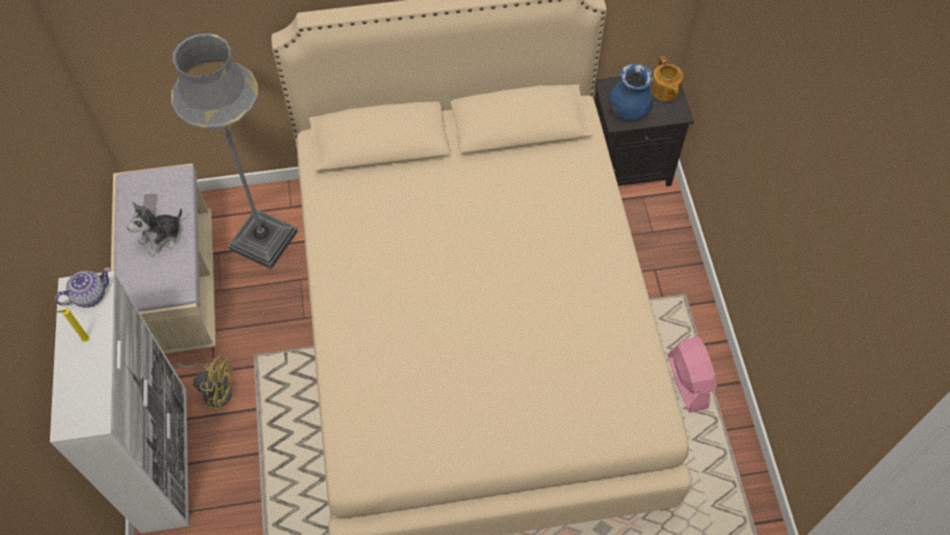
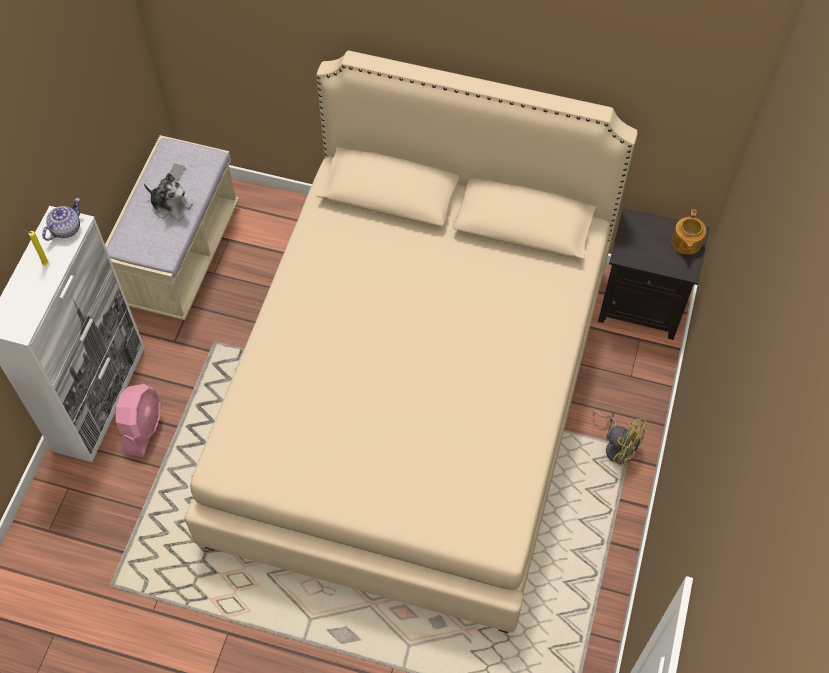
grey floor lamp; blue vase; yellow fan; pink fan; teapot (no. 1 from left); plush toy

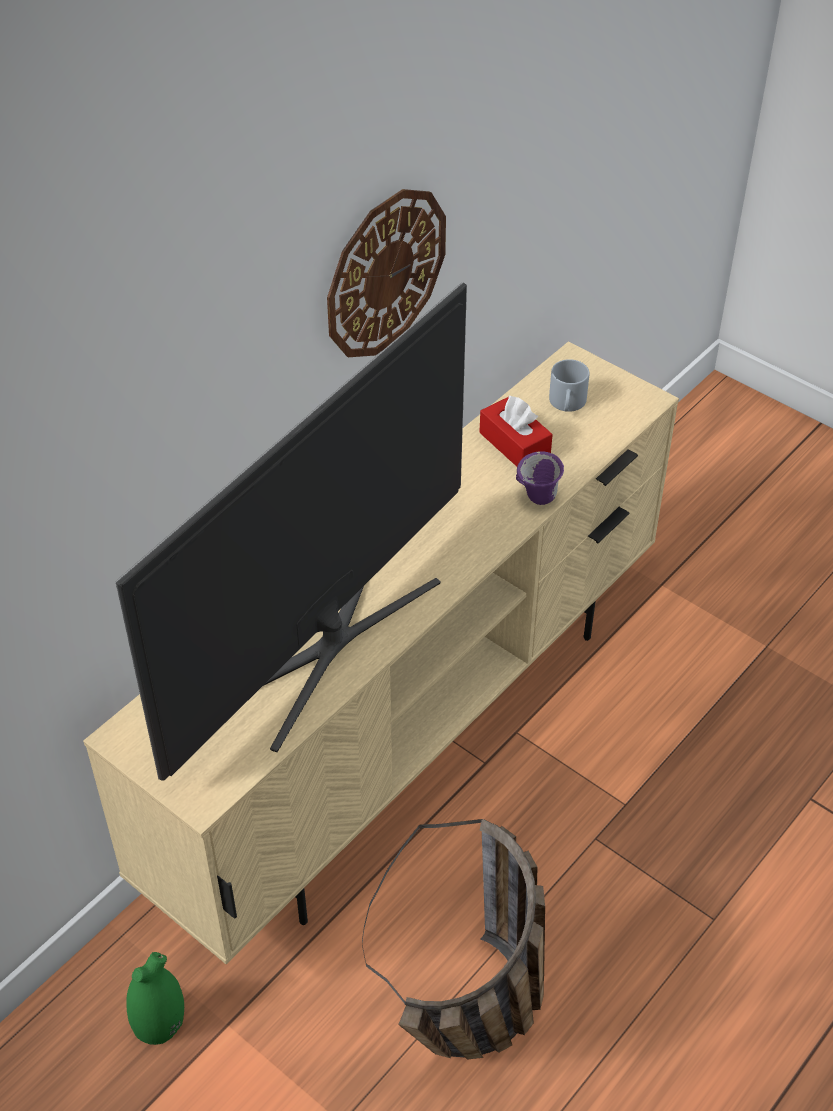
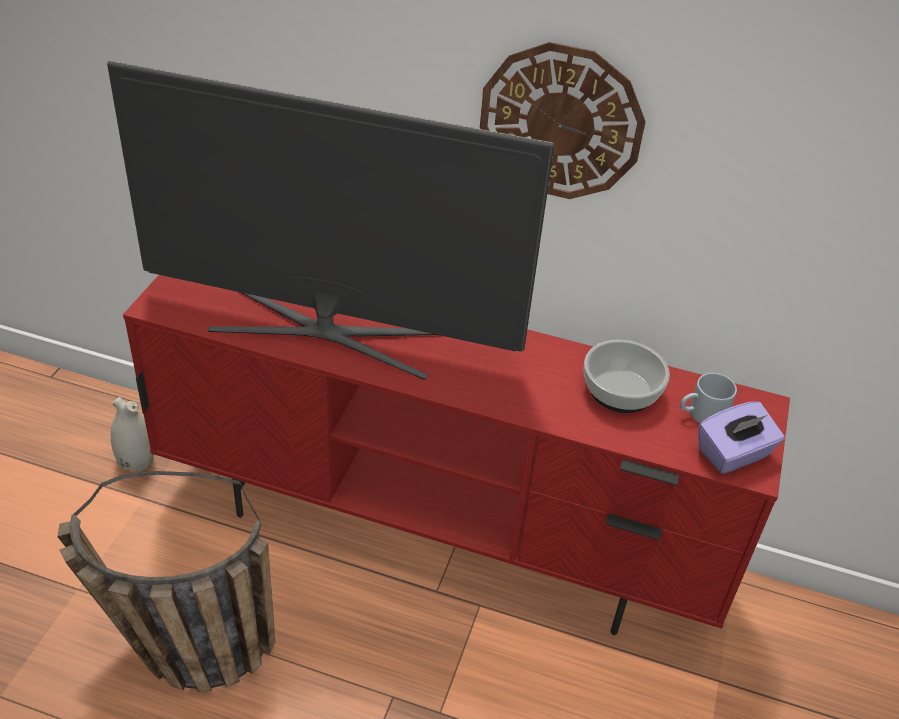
purple mug; purple tissue box; bowl; red tv stand; white vase

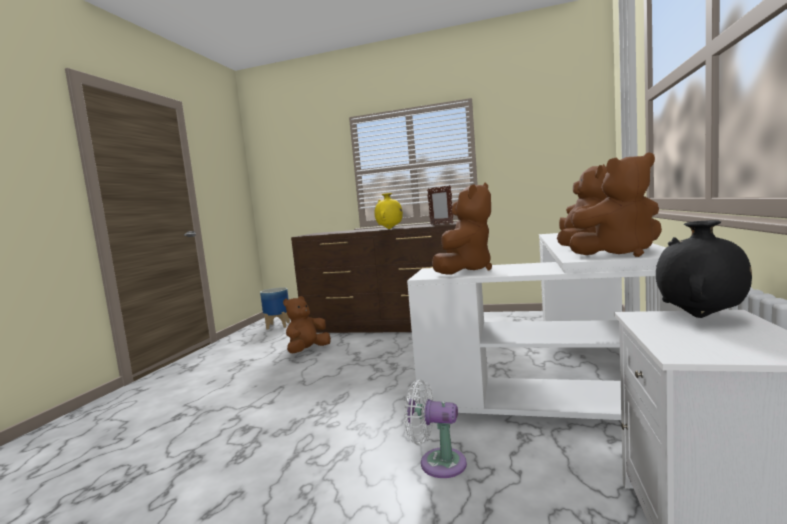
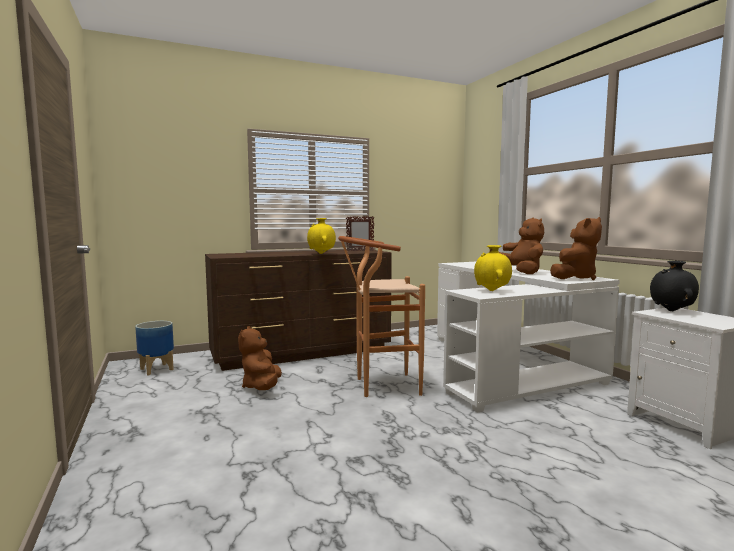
white fan; brown stool; yellow vase (no. 2 from left)

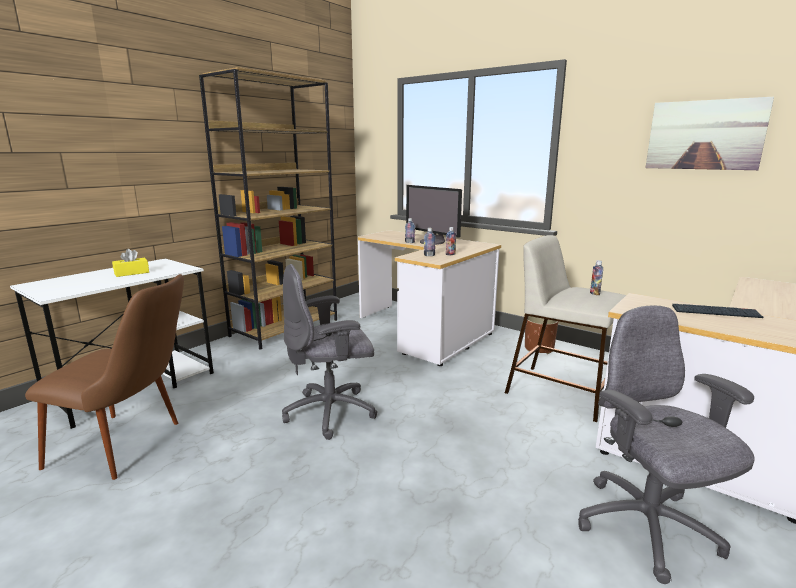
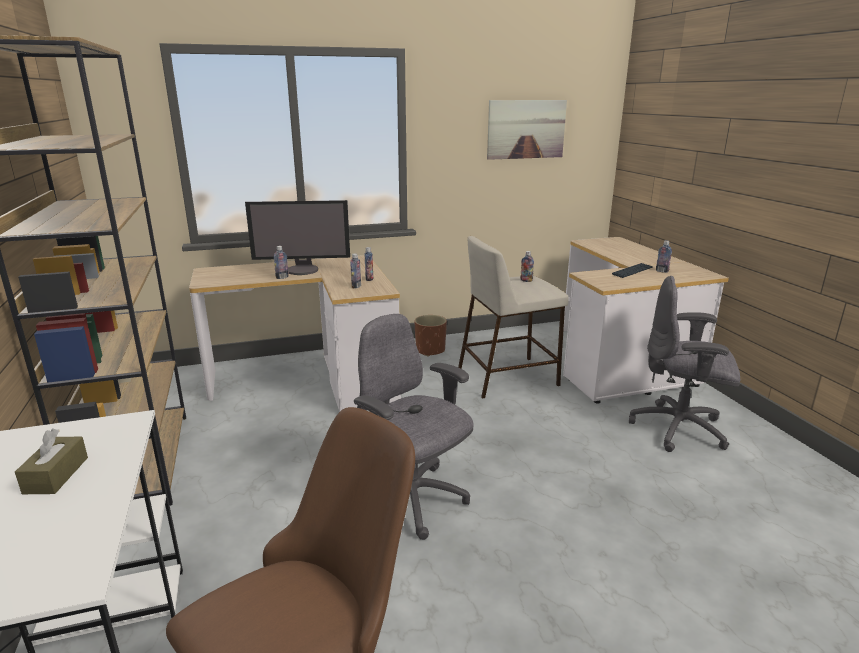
bottle (no. 5 from left); brown tissue box; grey office chair (no. 1 from left)

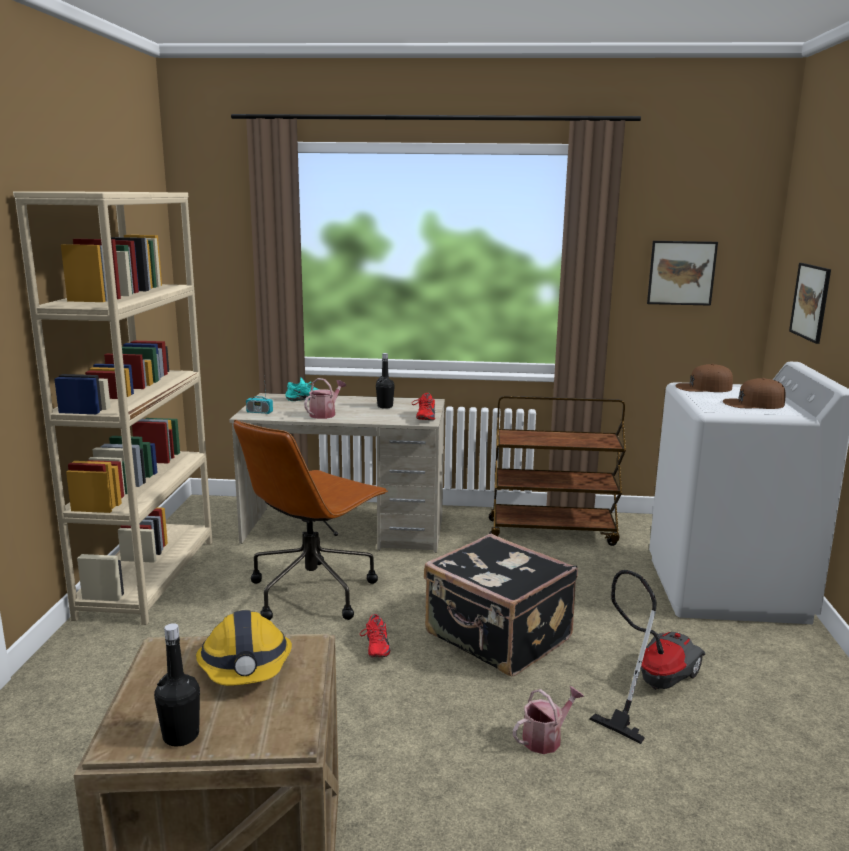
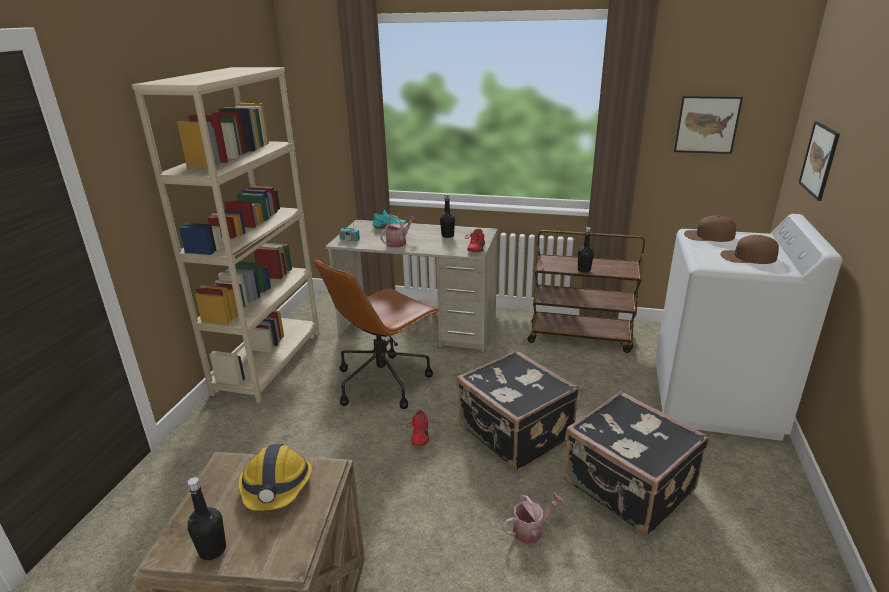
black bottle (no. 3 from left); black suitcase (no. 2 from left)

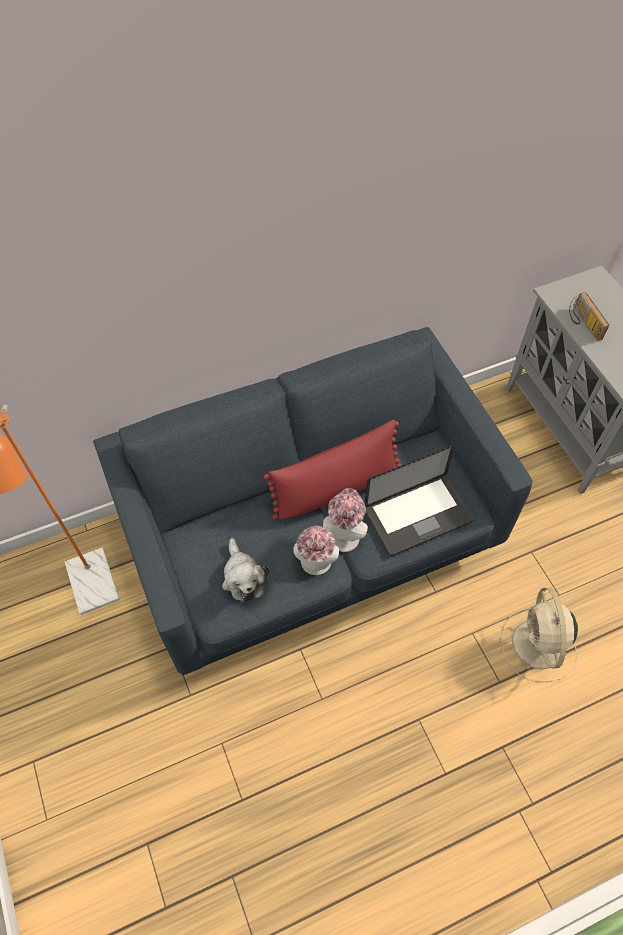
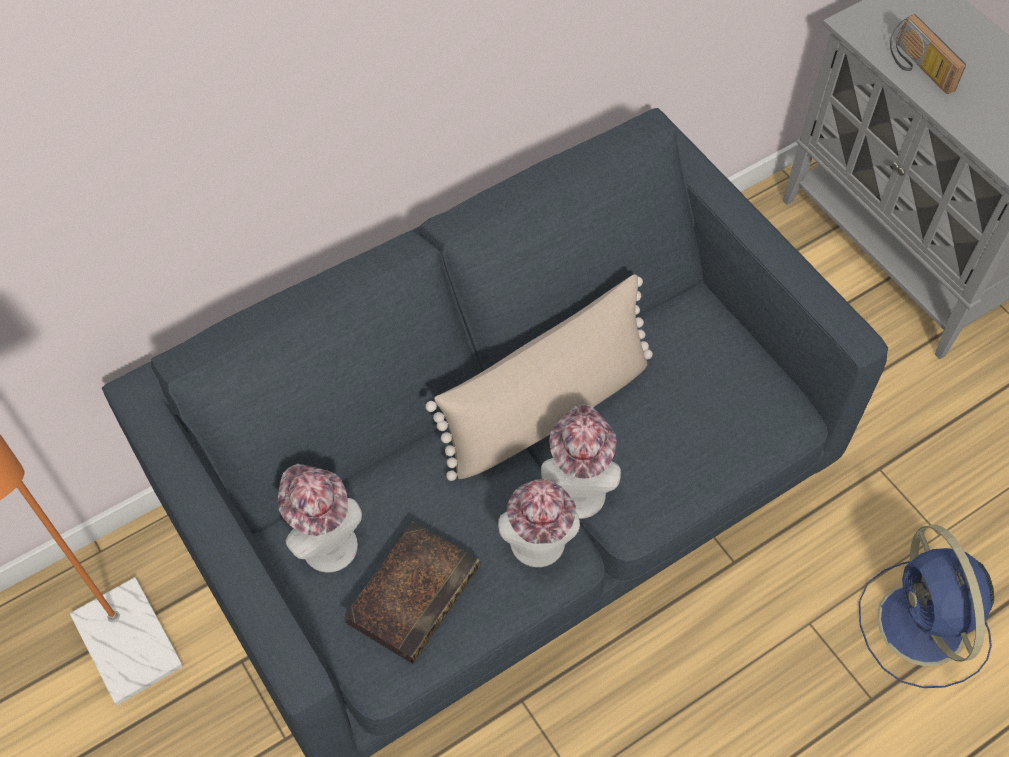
laptop; hat (no. 1 from left); book; beige pillow; blue fan

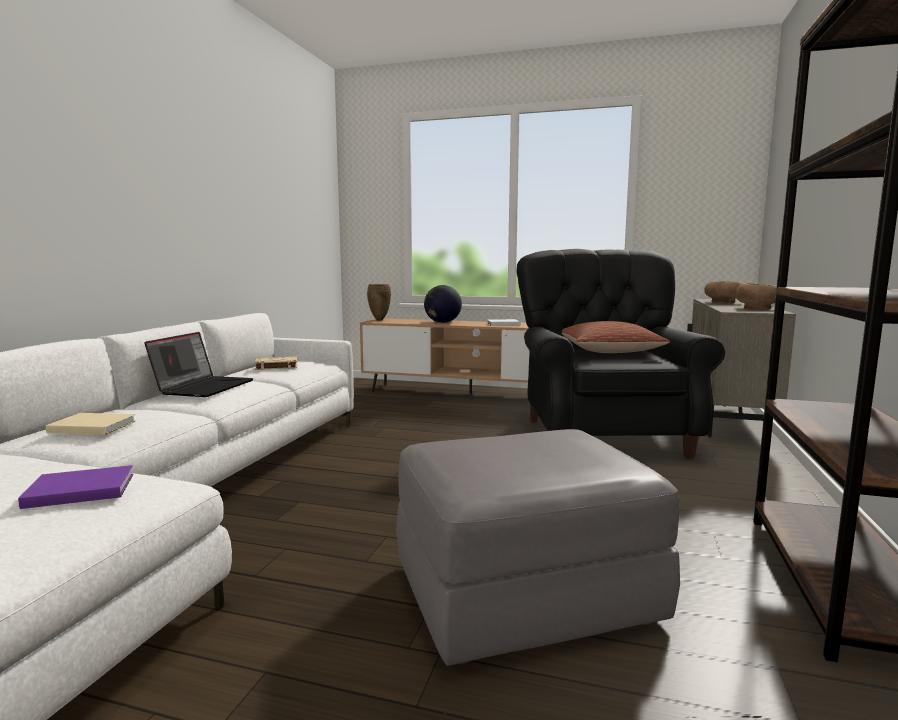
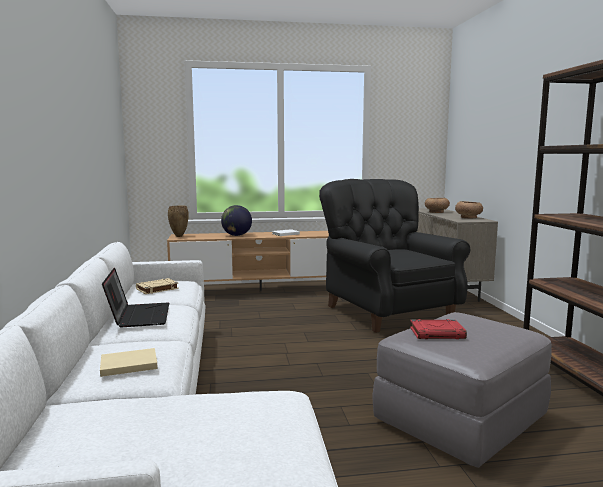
purple book; pillow; red book

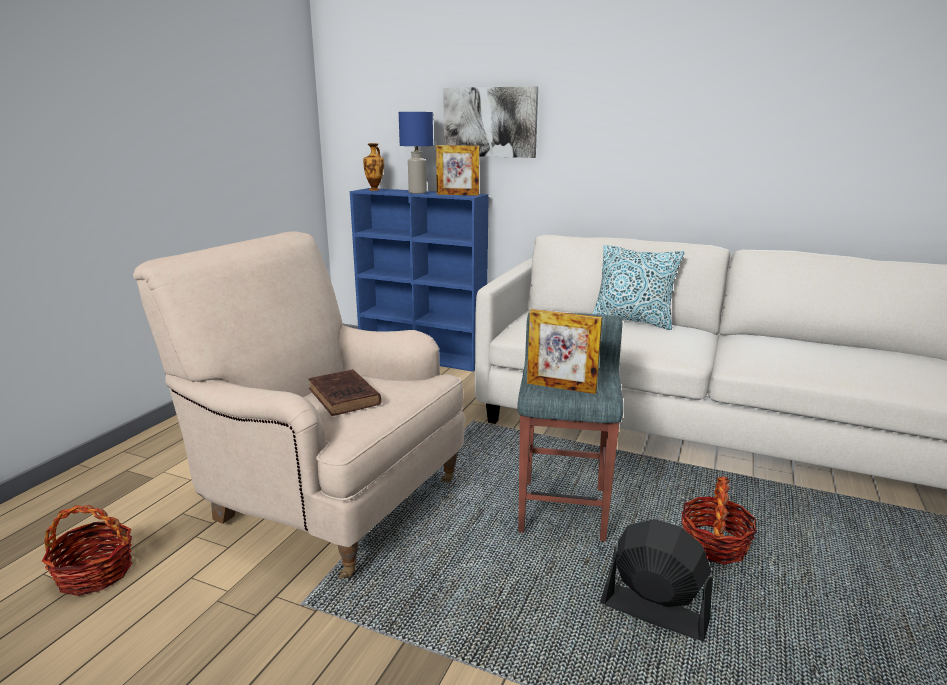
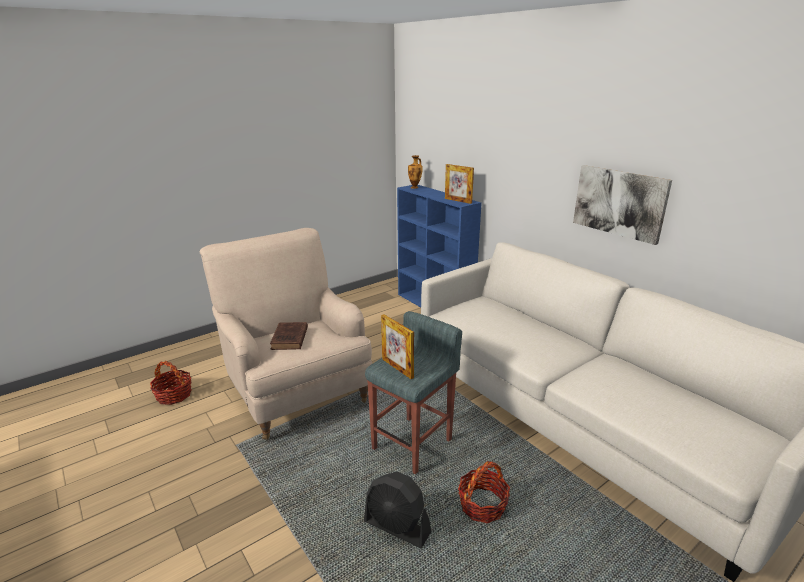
blue table lamp; pillow; picture; black fan

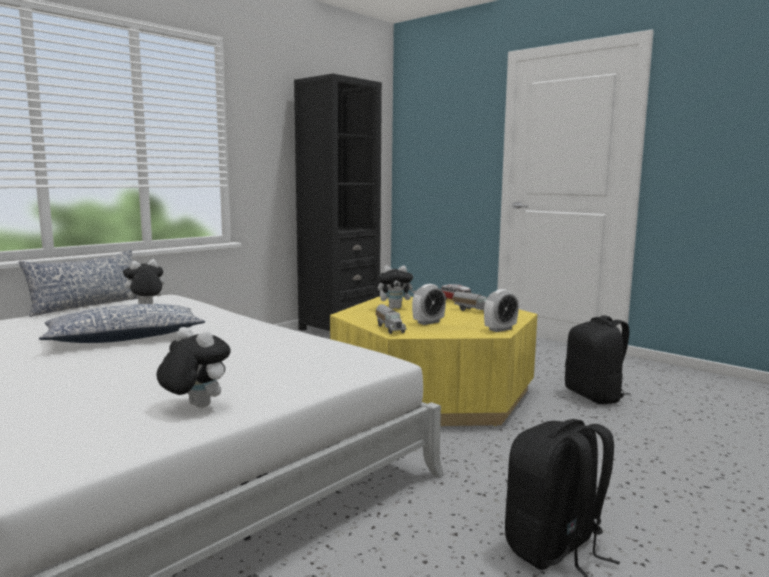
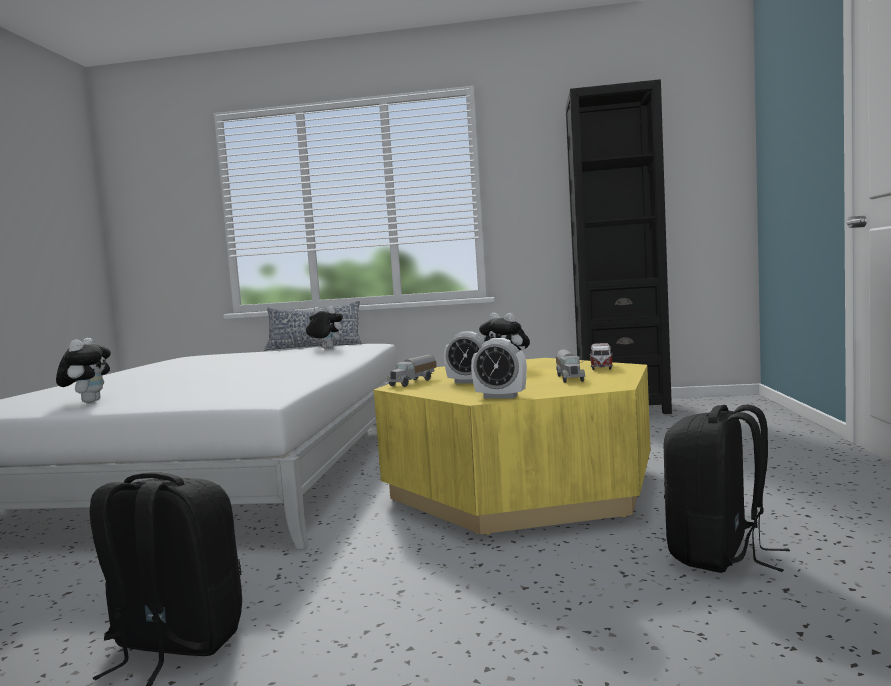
pillow (no. 2 from left in the first image)

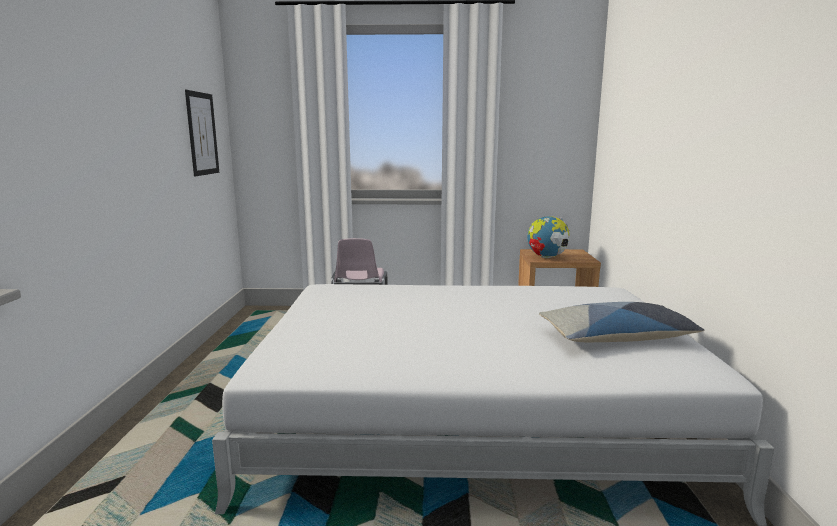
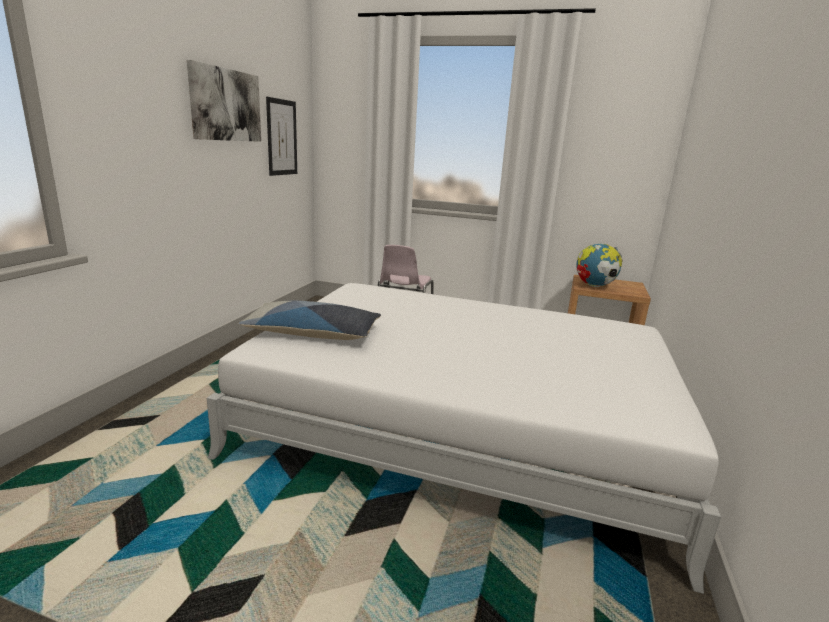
picture (no. 1 from left); pillow

